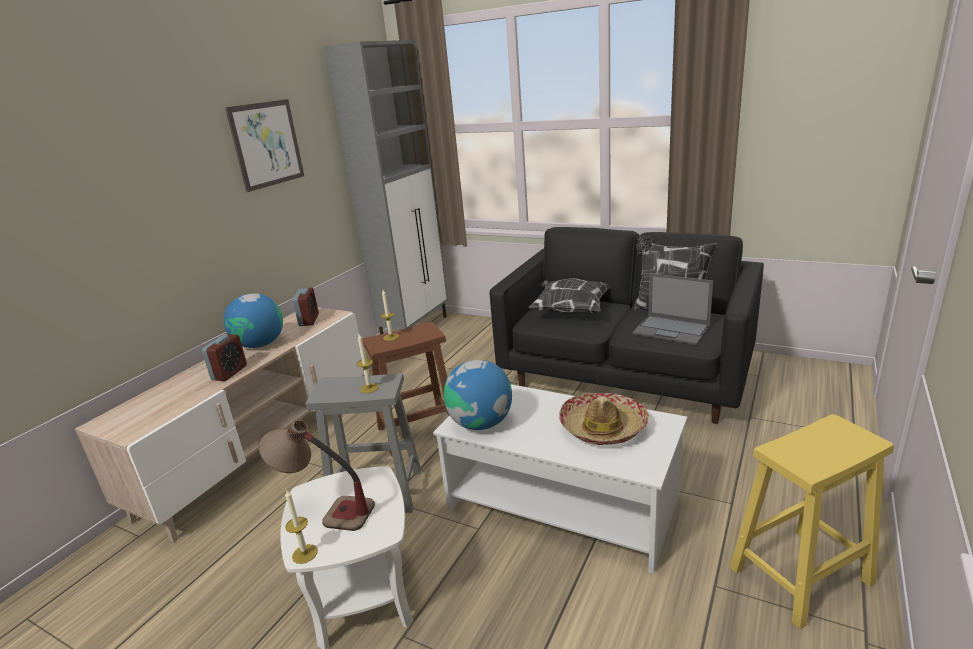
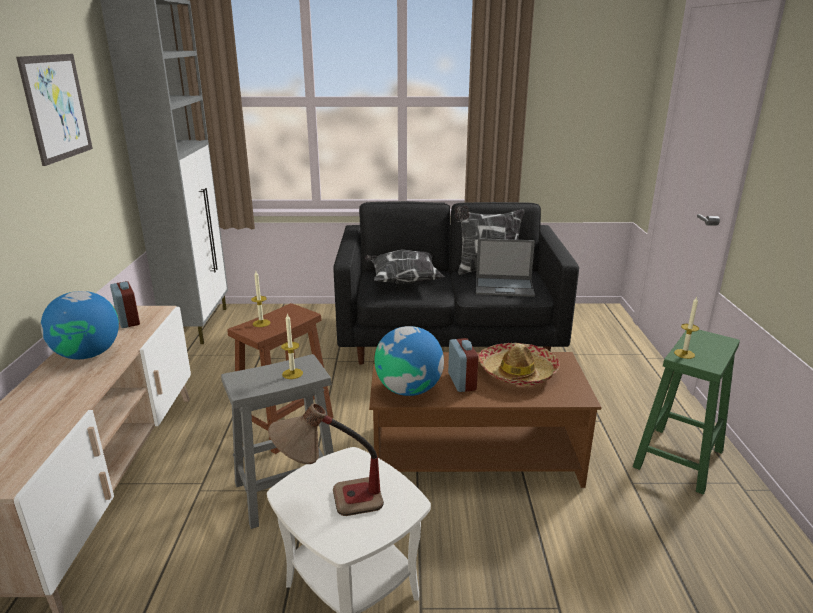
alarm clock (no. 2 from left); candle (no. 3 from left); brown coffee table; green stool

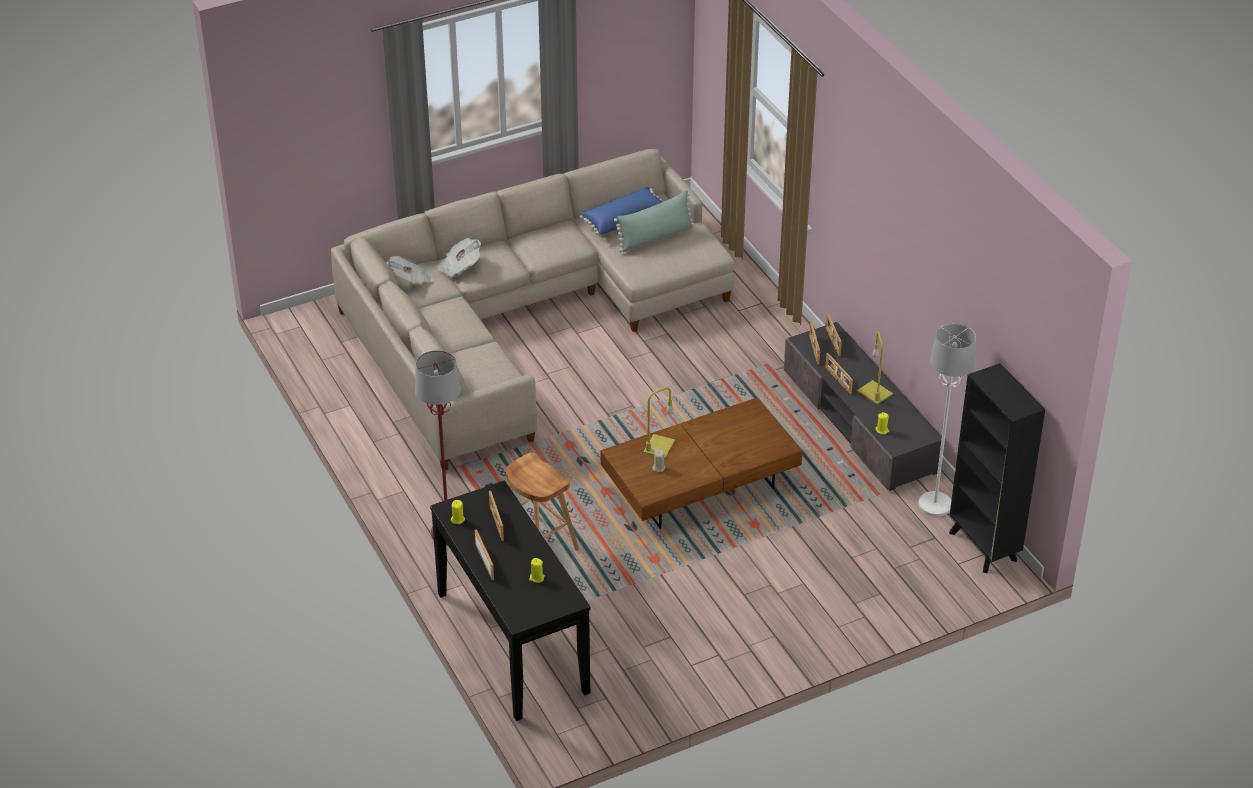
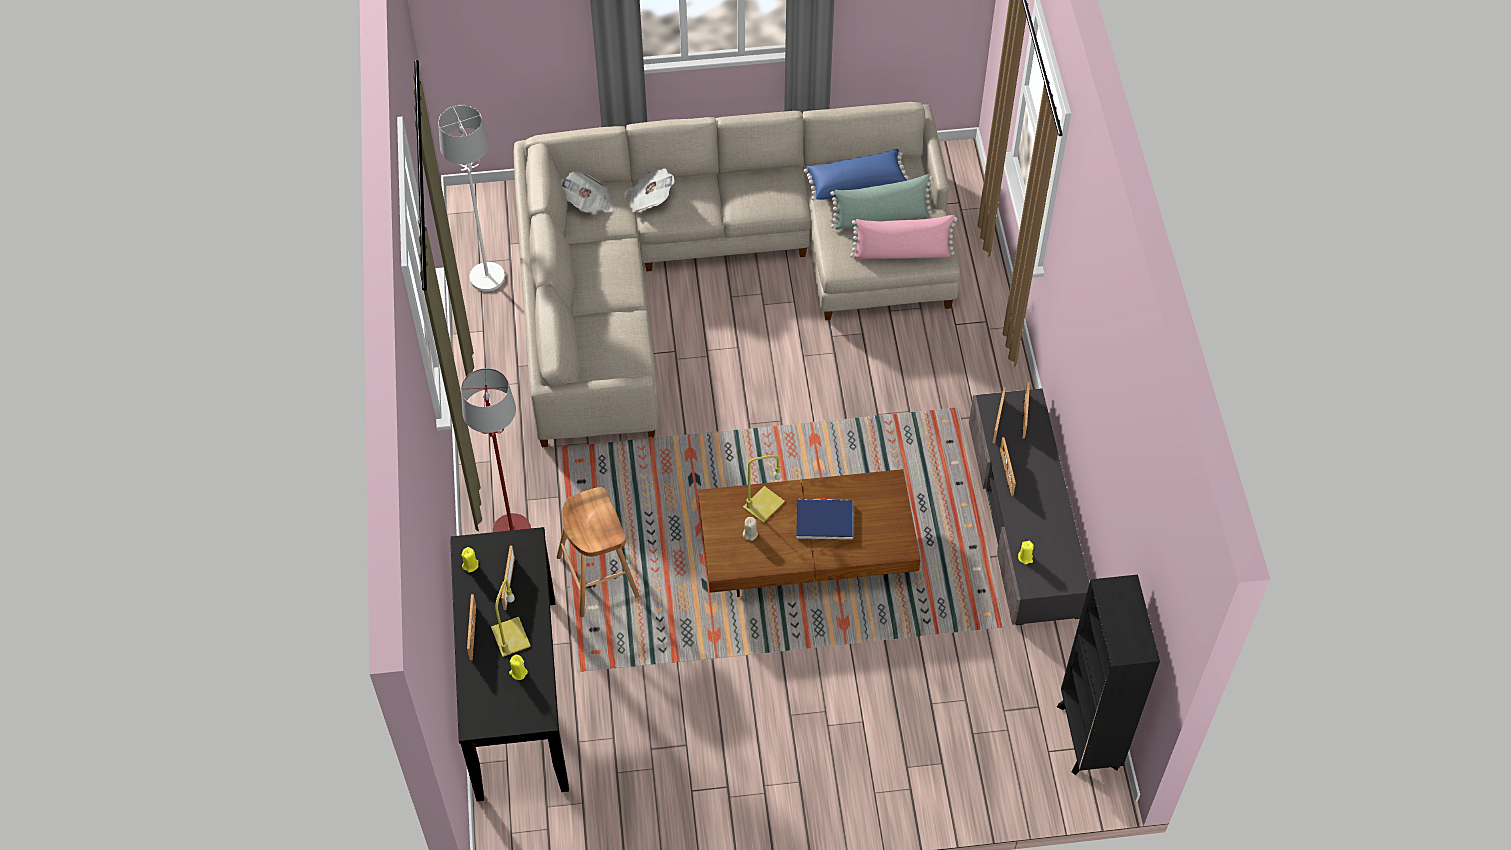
blue book; pink pillow; yellow table lamp (no. 1 from left); white floor lamp

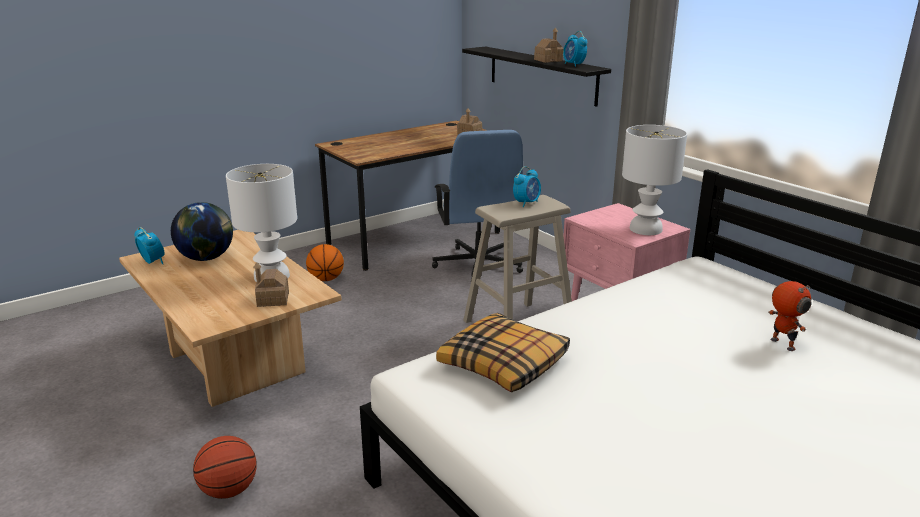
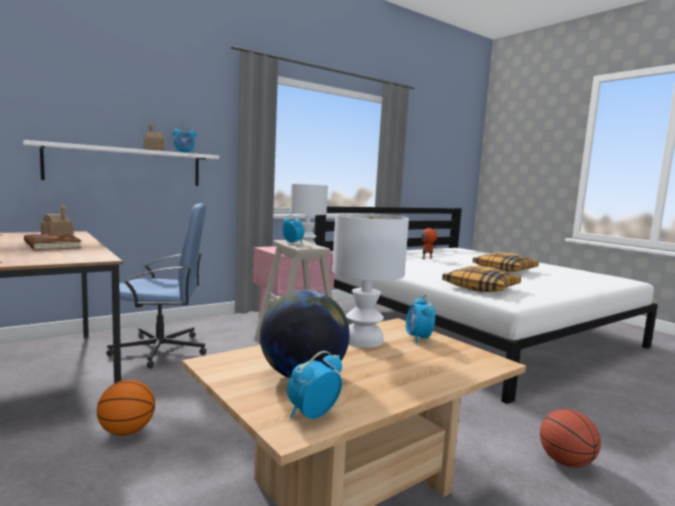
brown book; pillow (no. 2 from left); alarm clock (no. 4 from left); white shelf

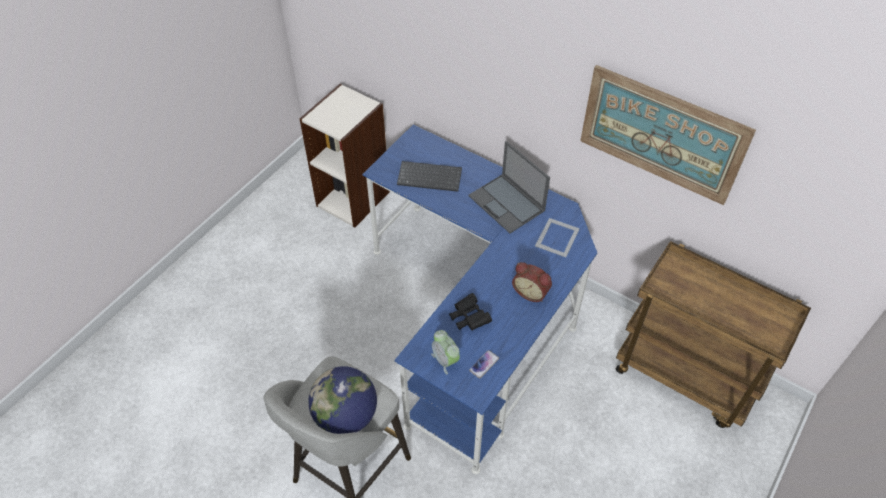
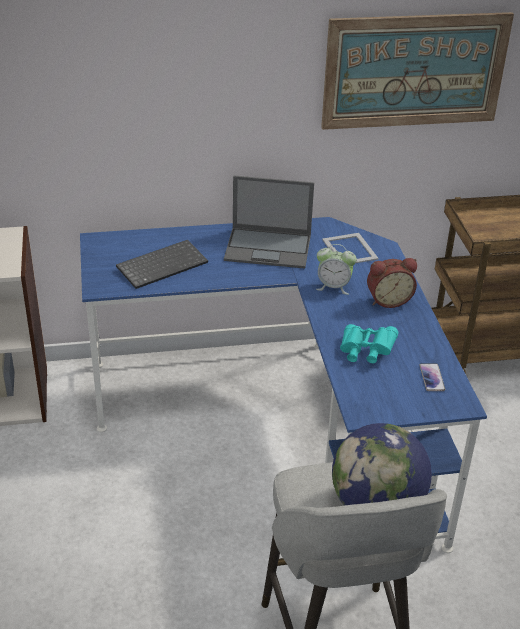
alarm clock (no. 1 from left); turquoise binoculars

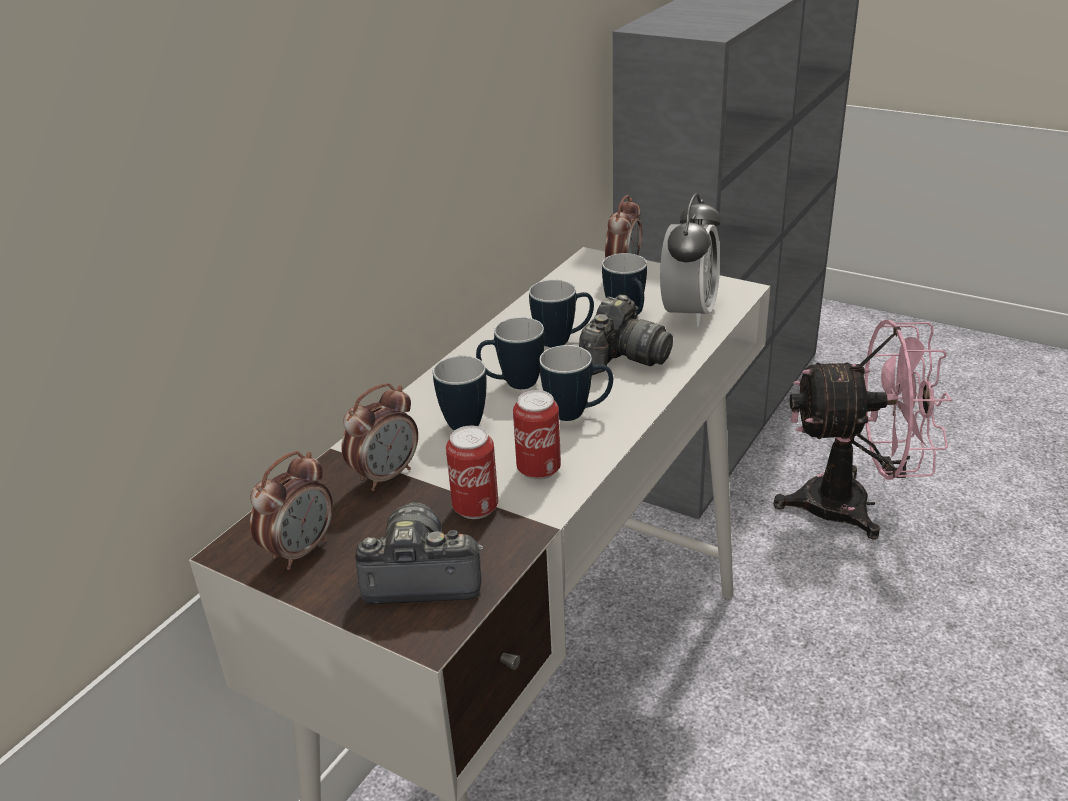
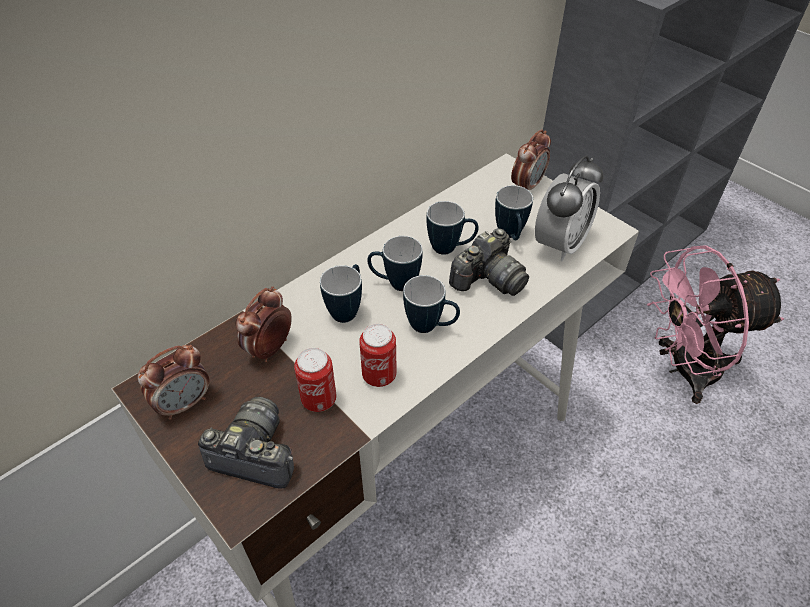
alarm clock (no. 2 from left); pink fan

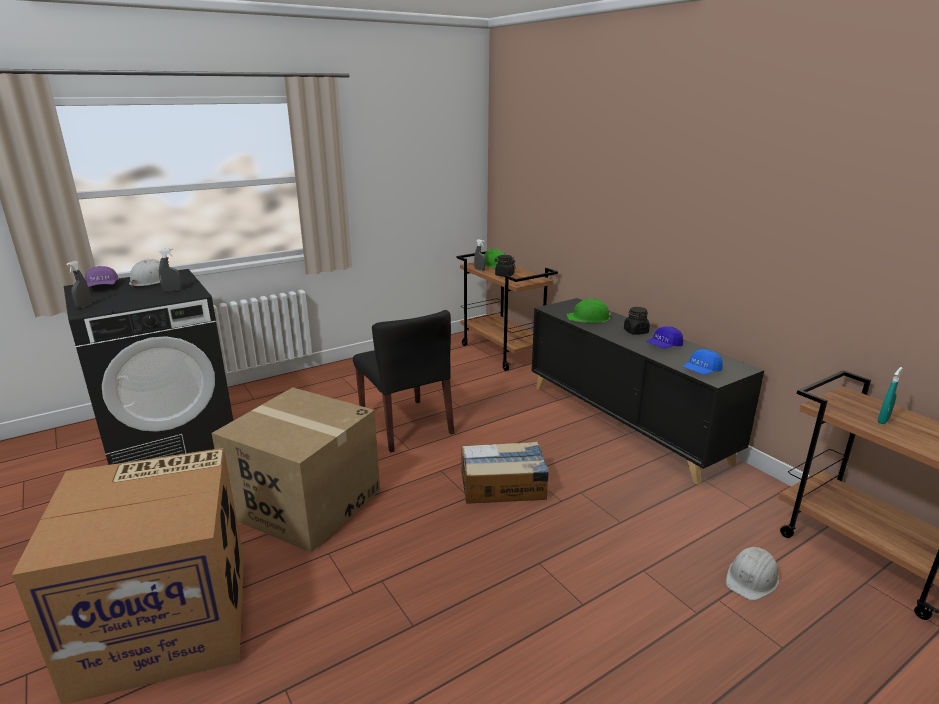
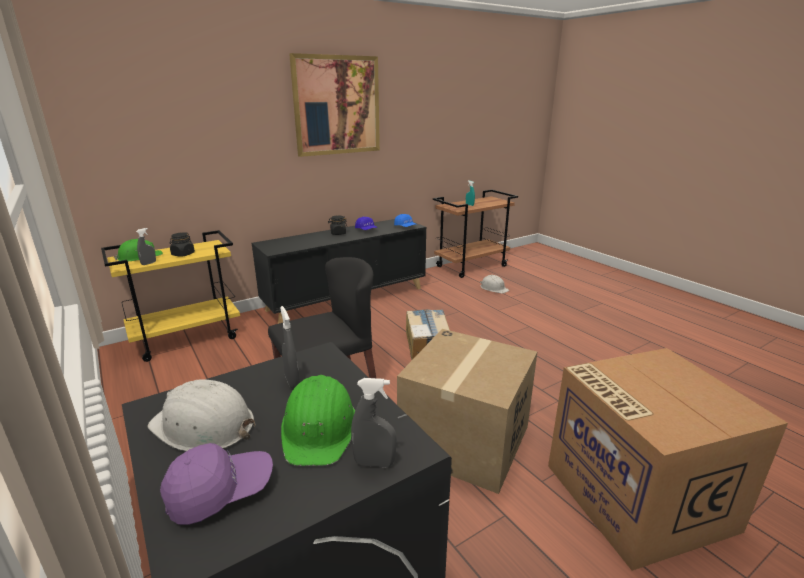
picture; green hard hat (no. 2 from left); yellow cart

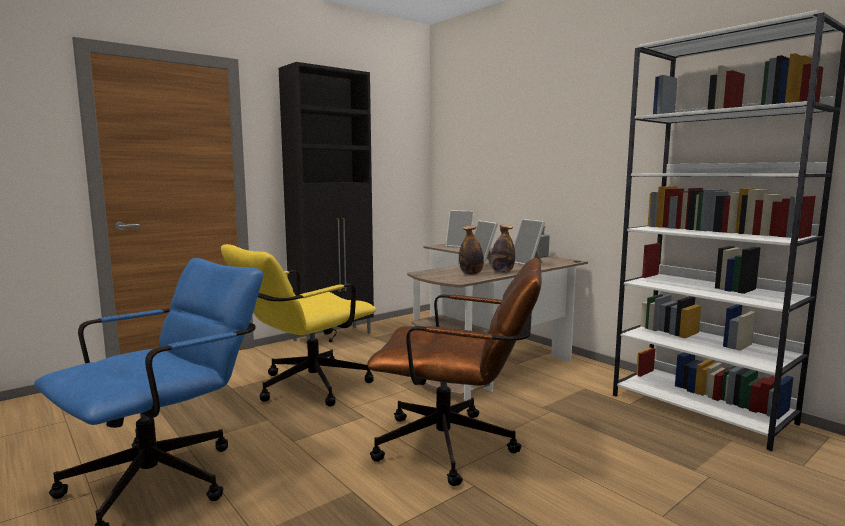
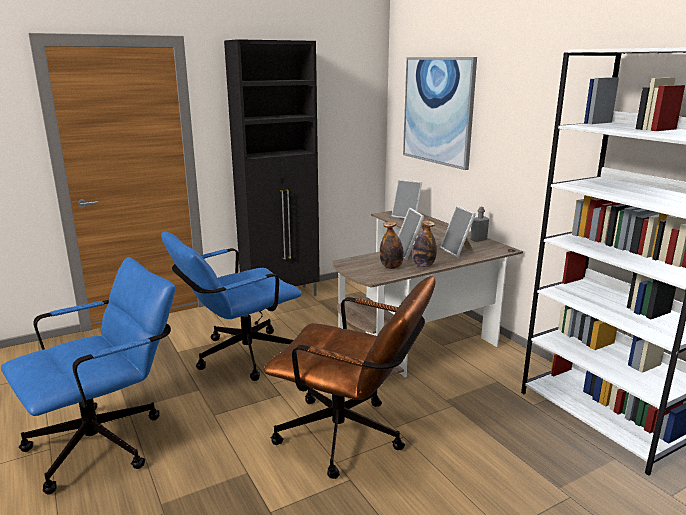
picture; blue office chair (no. 2 from left)

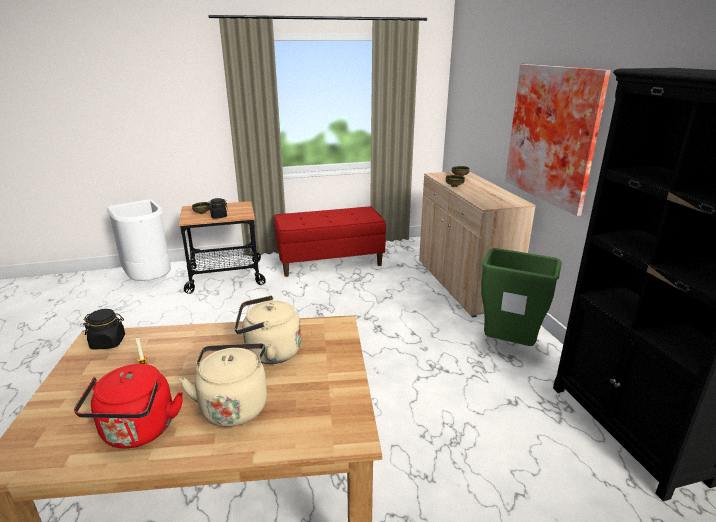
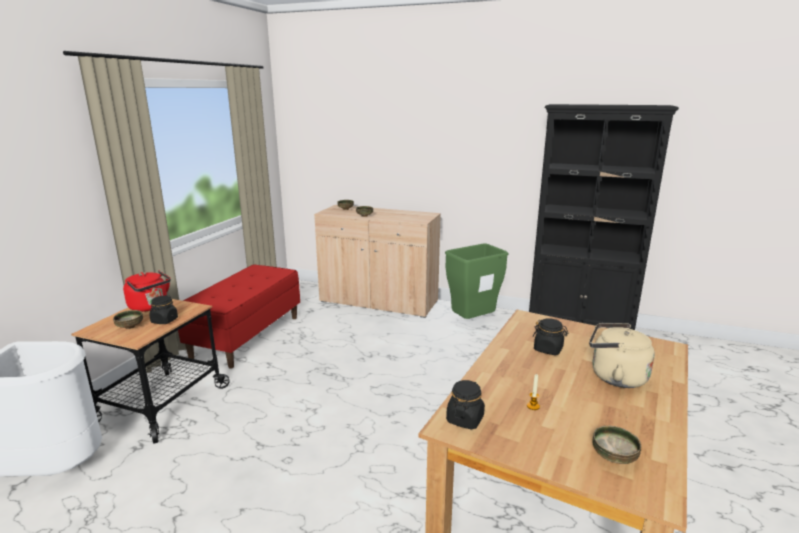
picture; bowl (no. 4 from left); red kettle; black jar (no. 3 from left)

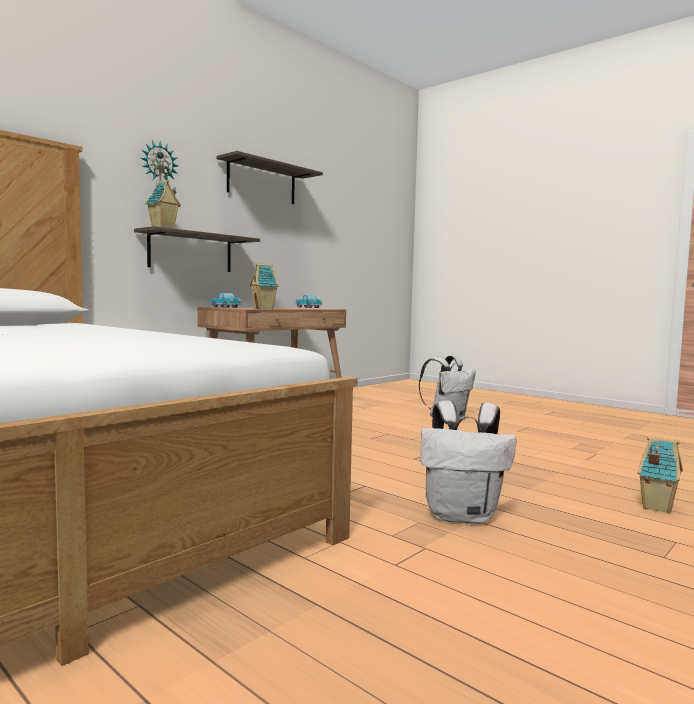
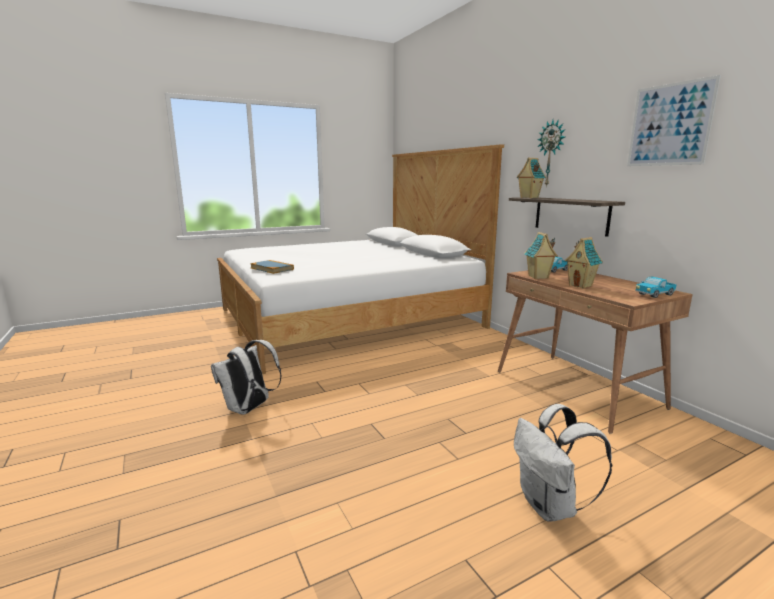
book; toy house (no. 3 from left); picture

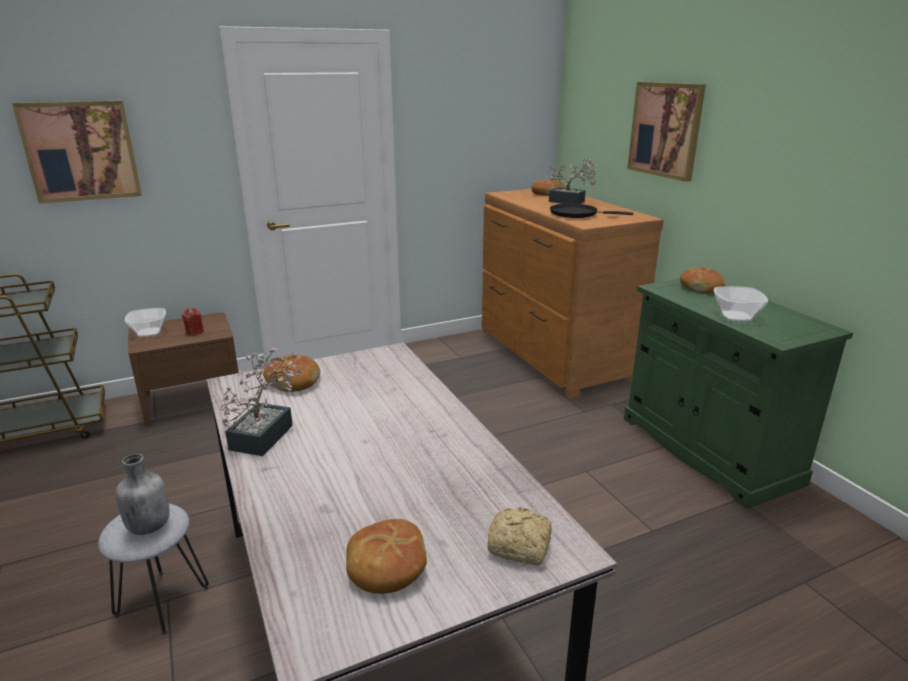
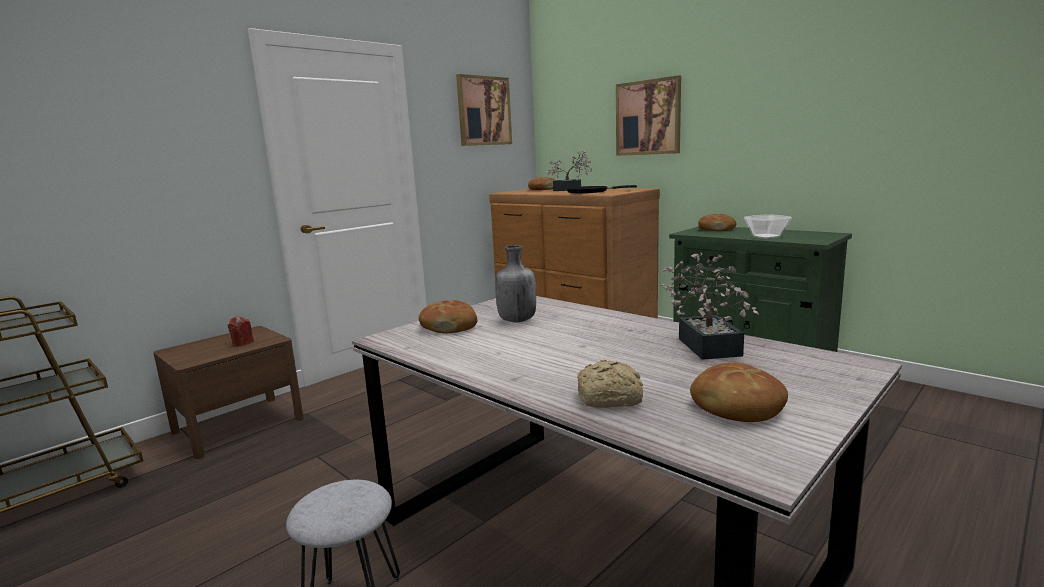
bowl (no. 1 from left in the first image); picture (no. 1 from left); grey bottle; potted plant (no. 2 from left); bread (no. 3 from left)

